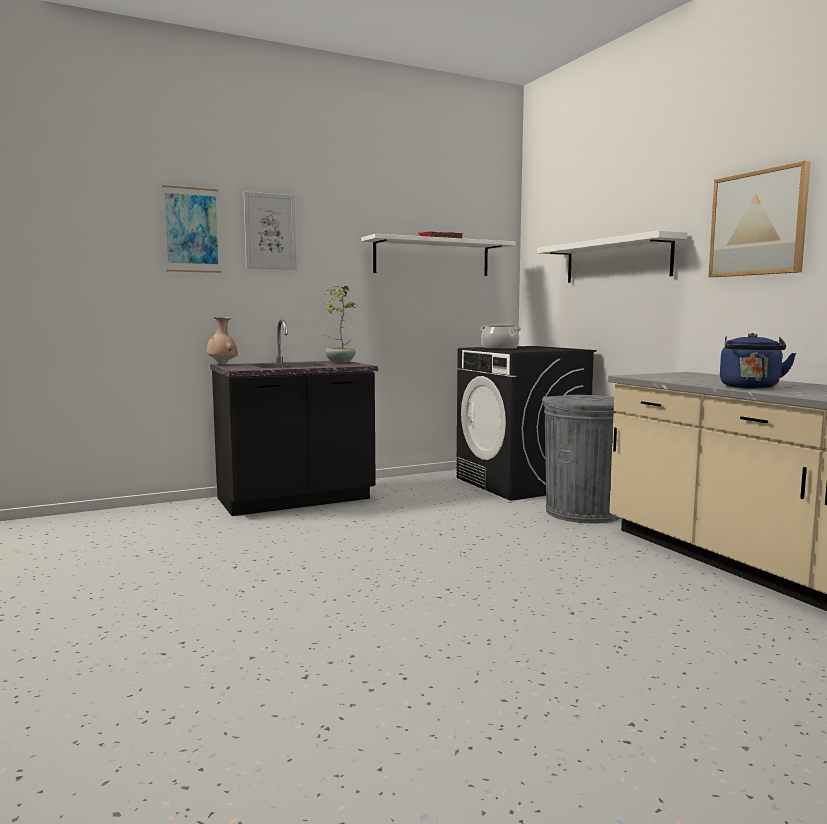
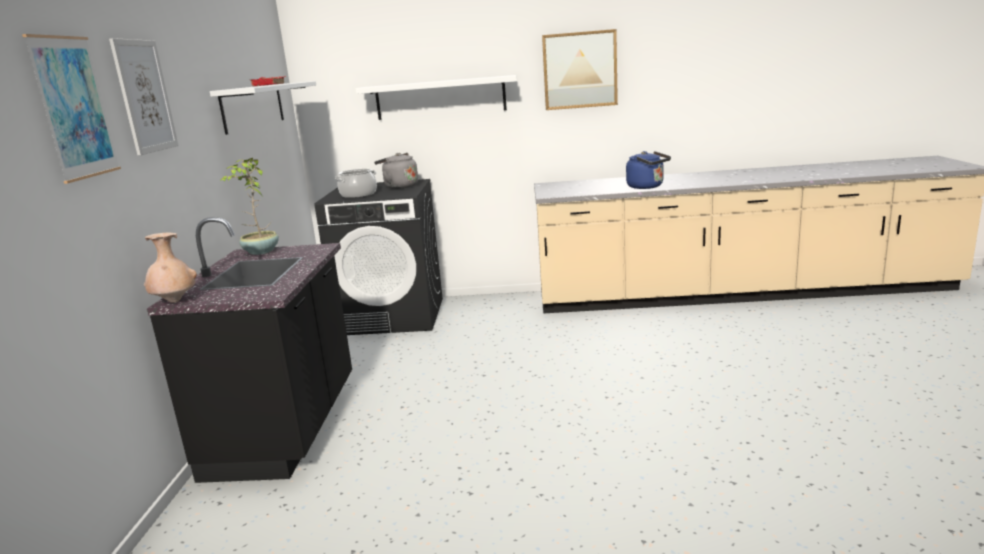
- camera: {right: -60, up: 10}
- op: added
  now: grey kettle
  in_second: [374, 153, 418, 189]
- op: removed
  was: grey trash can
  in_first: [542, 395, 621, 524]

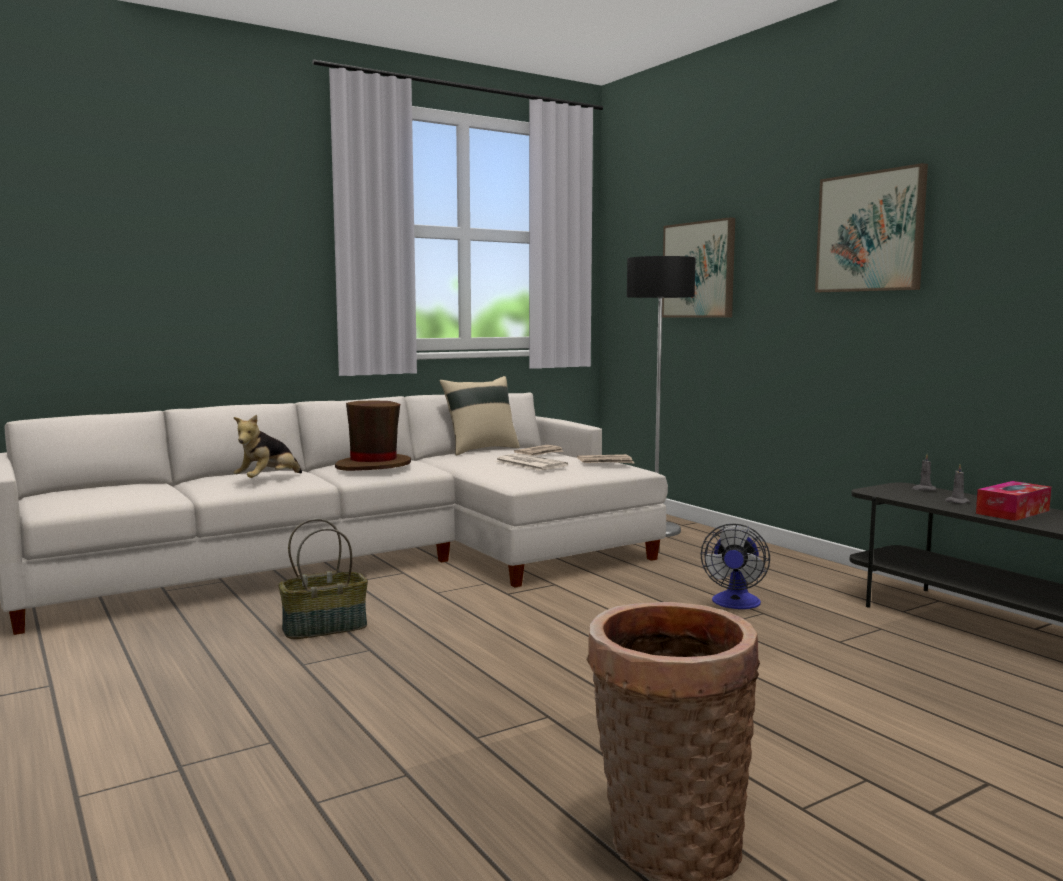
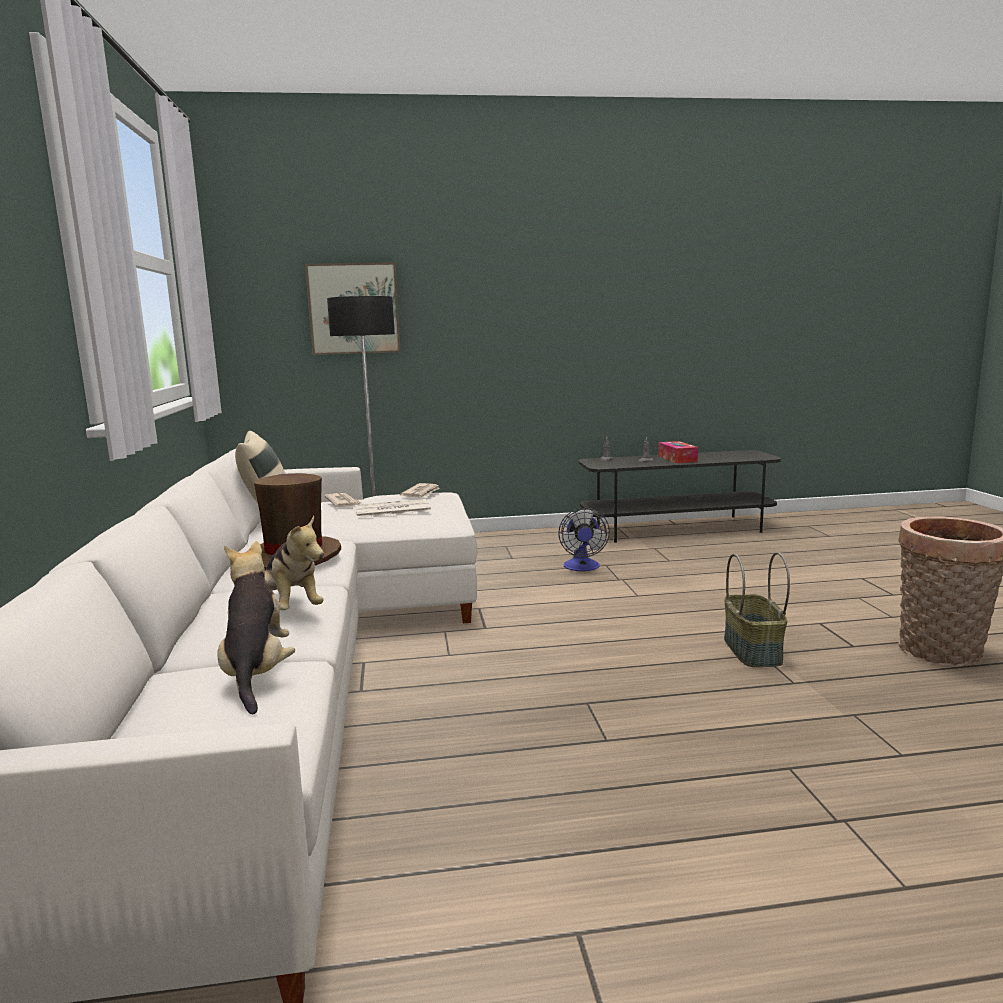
- camera: {right: -65, up: 5}
- op: added
  now: plush toy
  in_second: [218, 541, 295, 714]
- op: turned
  was: fan
  in_first: [701, 524, 770, 609]
  in_second: [558, 508, 610, 571]
  clockwise: 45
- op: moved
  was: basket
  in_first: [278, 518, 368, 639]
  in_second: [724, 552, 790, 667]
- op: removed
  was: picture
  in_first: [815, 163, 928, 292]

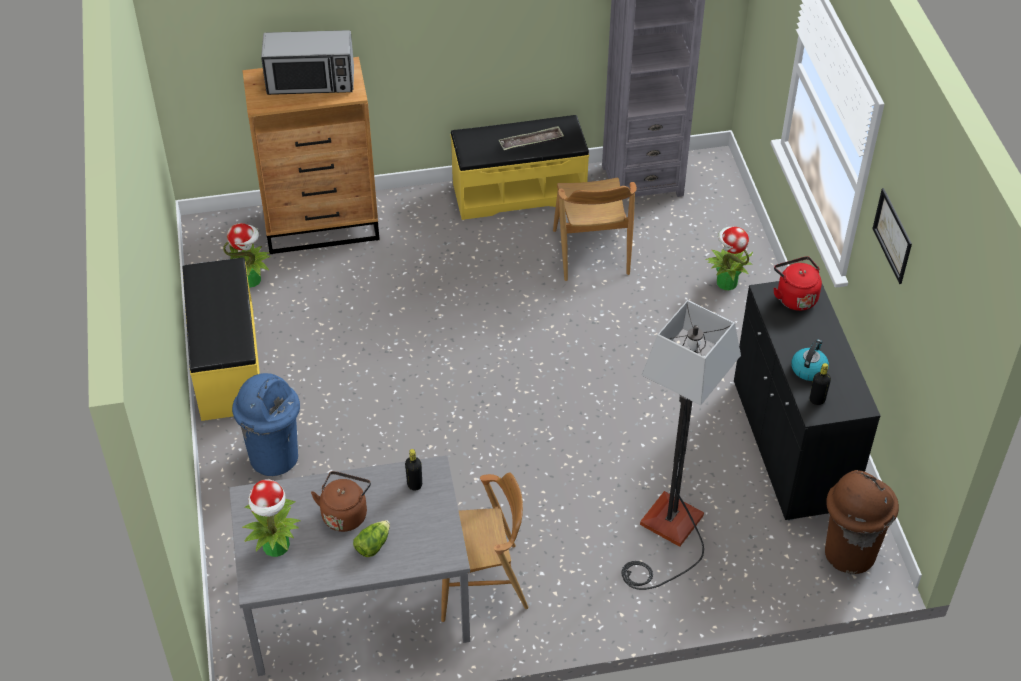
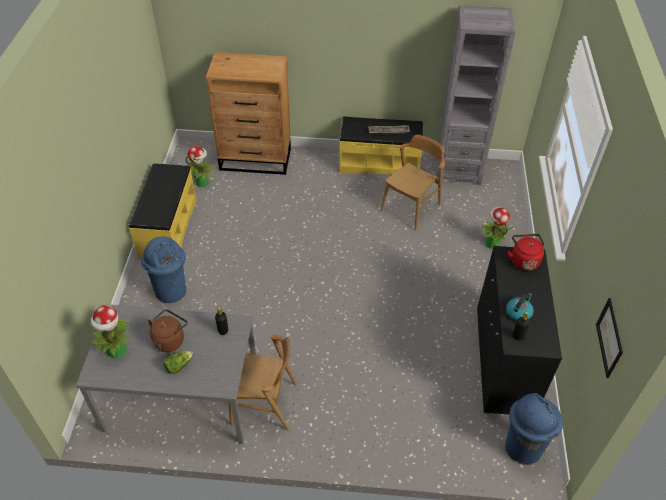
- camera: {right: 15, up: 0}
- op: turned
  was: brown chair
  in_first: [553, 178, 637, 281]
  in_second: [381, 135, 445, 230]
  clockwise: -150
- op: recoloured
  was: brown trash can
  now: blue trash can
  in_first: [825, 470, 899, 574]
  in_second: [505, 393, 563, 465]
- op: moved
  was: picture
  in_first: [872, 188, 912, 284]
  in_second: [596, 298, 623, 378]
- op: removed
  was: microwave
  in_first: [261, 30, 354, 95]
- op: removed
  was: floor lamp
  in_first: [622, 300, 741, 590]

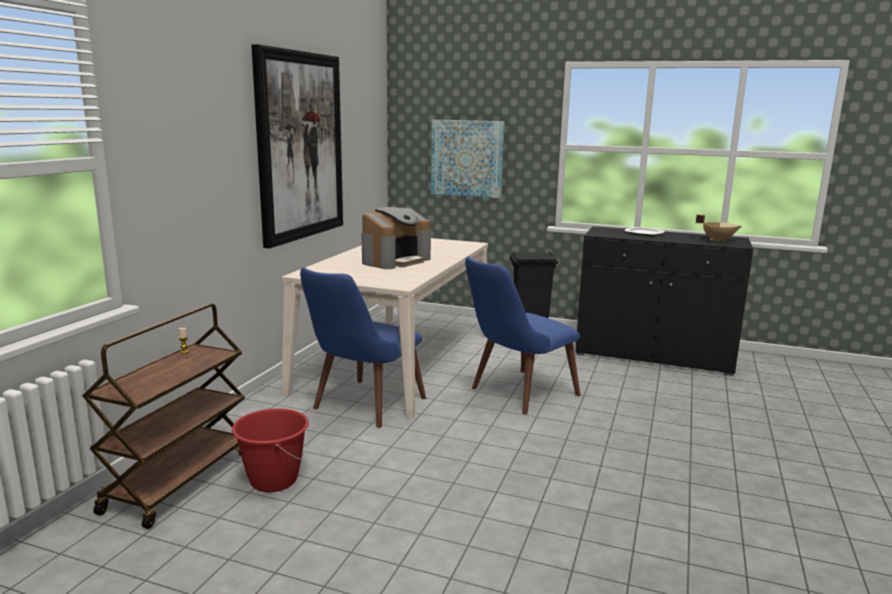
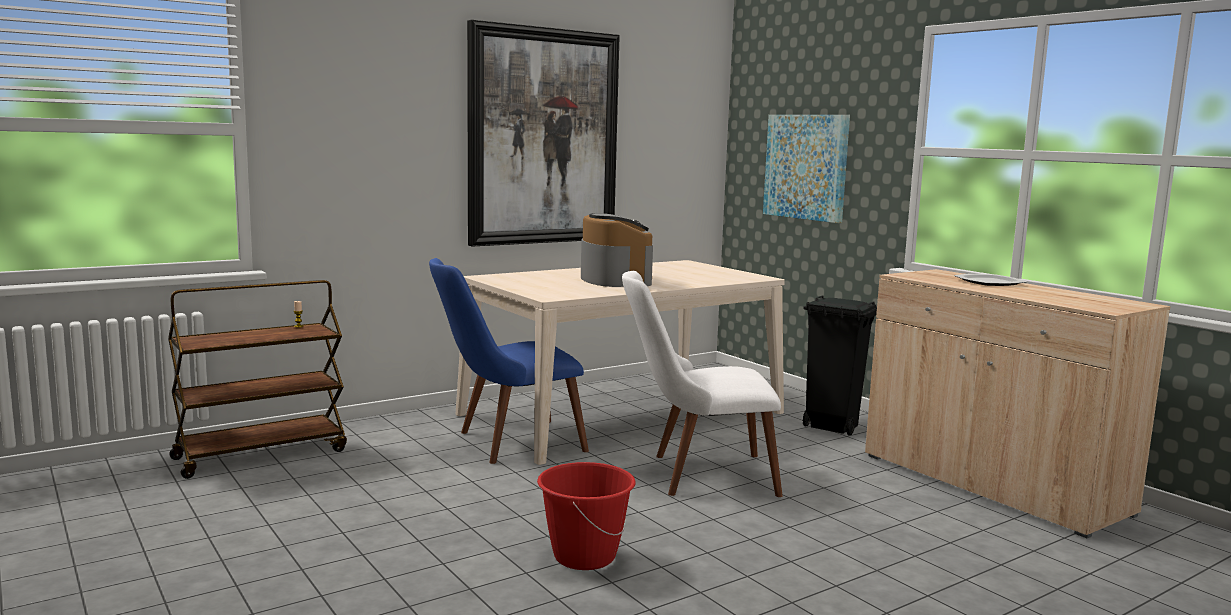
- camera: {right: 35, up: -5}
- op: moved
  was: red bucket
  in_first: [232, 408, 309, 492]
  in_second: [537, 462, 636, 570]
- op: turned
  was: coffee machine
  in_first: [362, 207, 431, 269]
  in_second: [581, 213, 653, 287]
  clockwise: -90
- op: recoloured
  was: blue chair
  now: white chair
  in_first: [465, 256, 581, 415]
  in_second: [622, 271, 783, 497]
- op: recoloured
  was: black cabinet
  now: beige cabinet
  in_first: [575, 226, 753, 376]
  in_second: [865, 269, 1170, 538]
- op: removed
  was: beige cooking pot
  in_first: [696, 215, 742, 242]

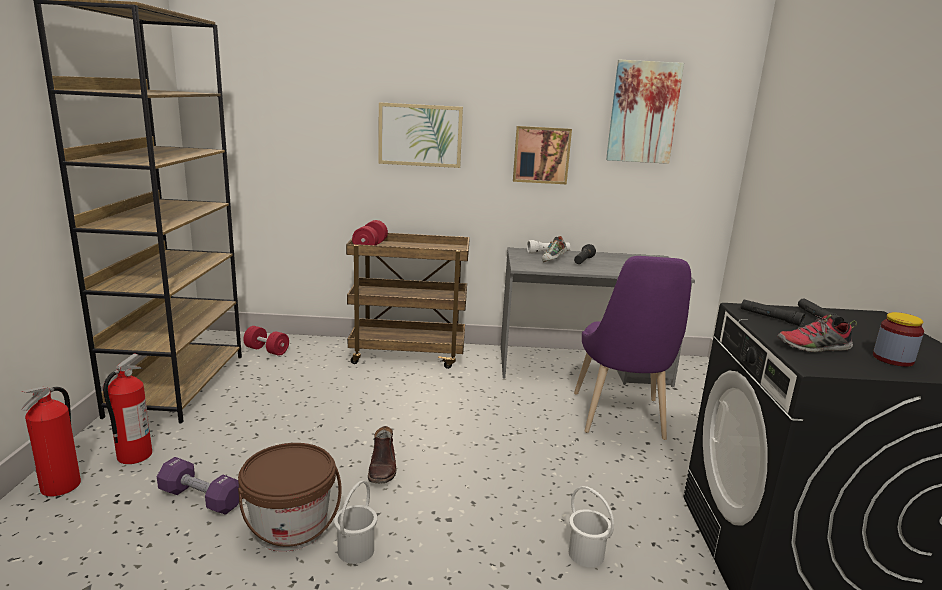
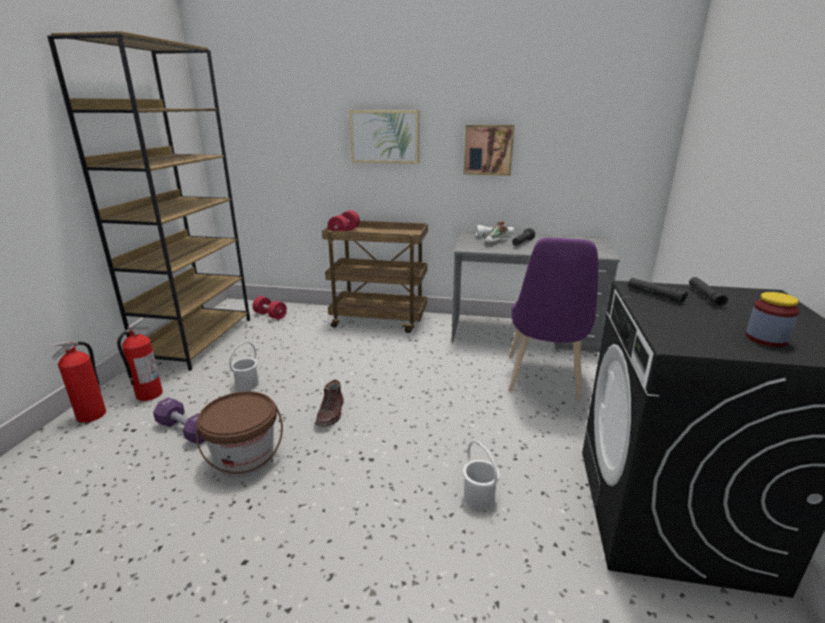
- camera: {right: 10, up: 5}
- op: moved
  was: white bucket
  in_first: [334, 480, 377, 564]
  in_second: [229, 342, 259, 391]
- op: removed
  was: picture
  in_first: [606, 59, 684, 164]
- op: removed
  was: shoe
  in_first: [777, 315, 857, 353]

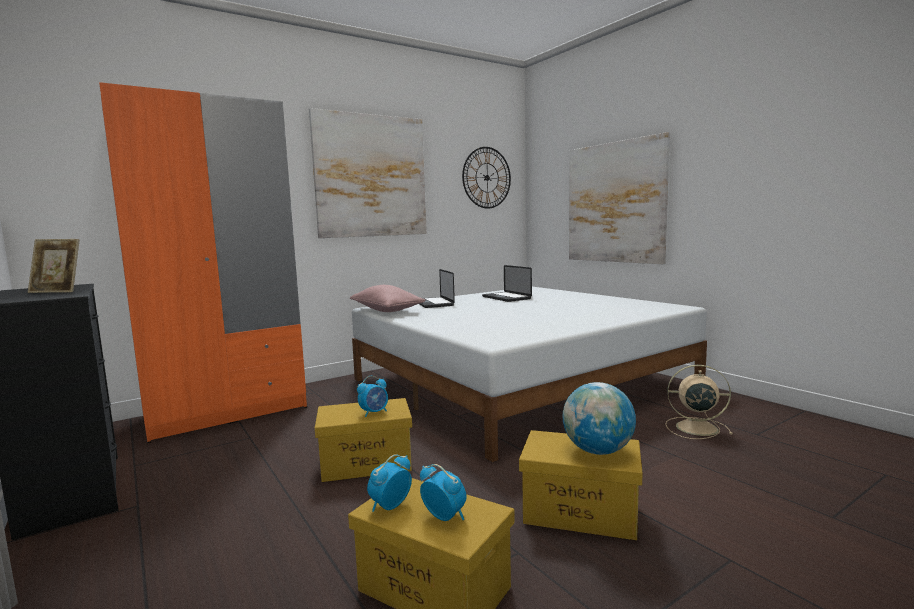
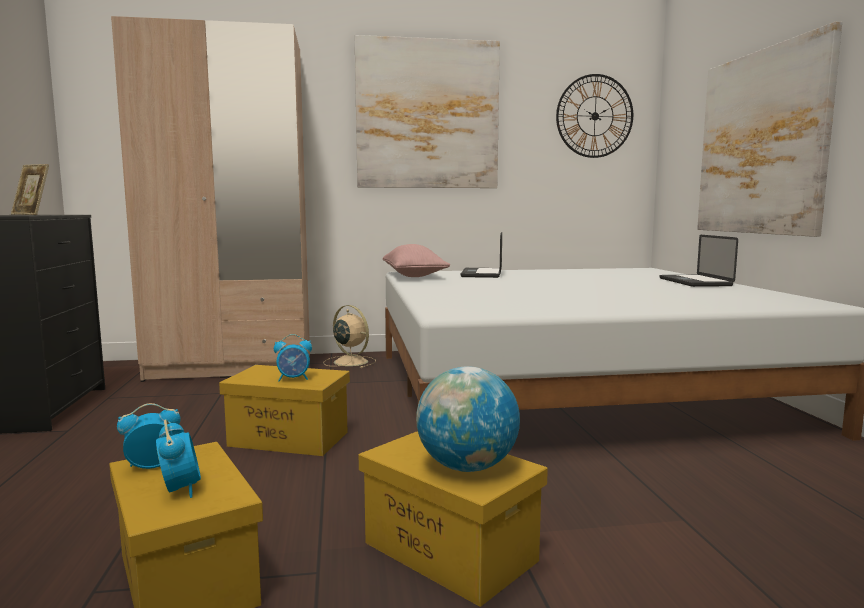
- camera: {right: 25, up: 0}
- op: recoloured
  was: orange wardrobe
  now: beige wardrobe
  in_first: [99, 82, 307, 443]
  in_second: [111, 16, 310, 382]
- op: moved
  was: beige fan
  in_first: [665, 365, 733, 439]
  in_second: [324, 305, 376, 368]
- op: moved
  was: laptop
  in_first: [482, 265, 532, 302]
  in_second: [659, 235, 738, 287]

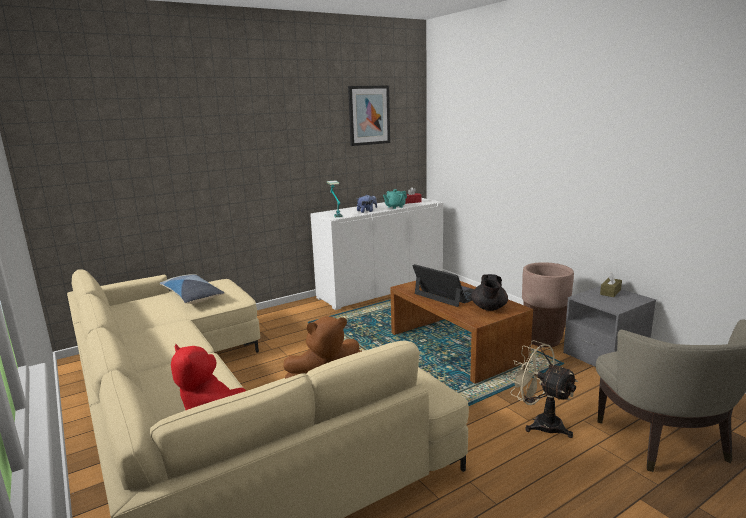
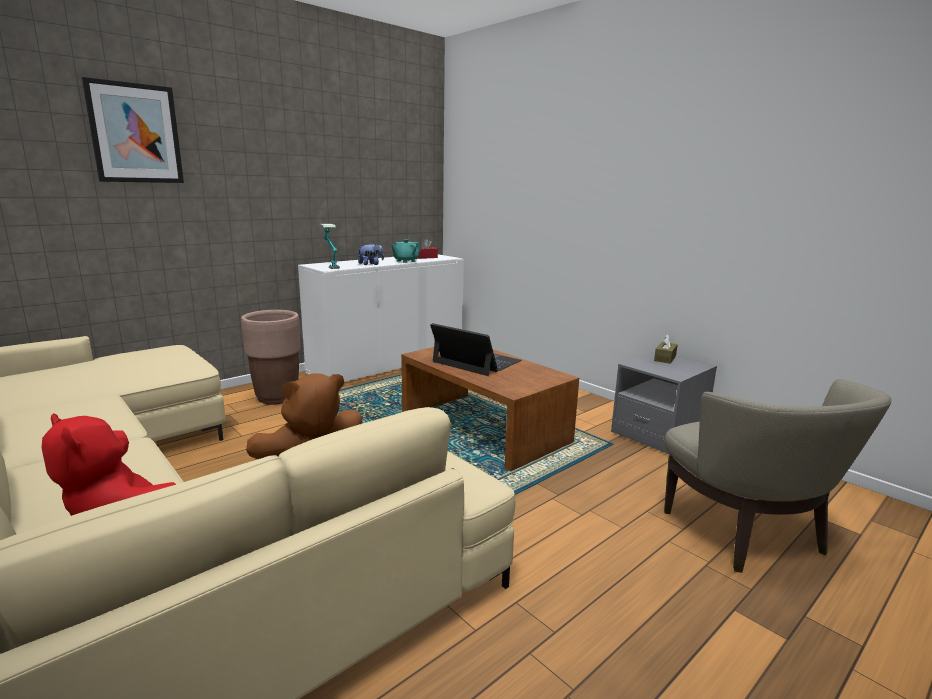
- camera: {right: -10, up: 0}
- op: moved
  was: picture
  in_first: [348, 85, 390, 146]
  in_second: [82, 77, 184, 183]
- op: moved
  was: brown planter
  in_first: [522, 262, 574, 347]
  in_second: [241, 310, 301, 405]
- op: removed
  was: pillow
  in_first: [160, 274, 225, 304]
- op: removed
  was: black teapot
  in_first: [471, 274, 508, 311]
- op: removed
  was: beige fan
  in_first: [509, 340, 578, 438]

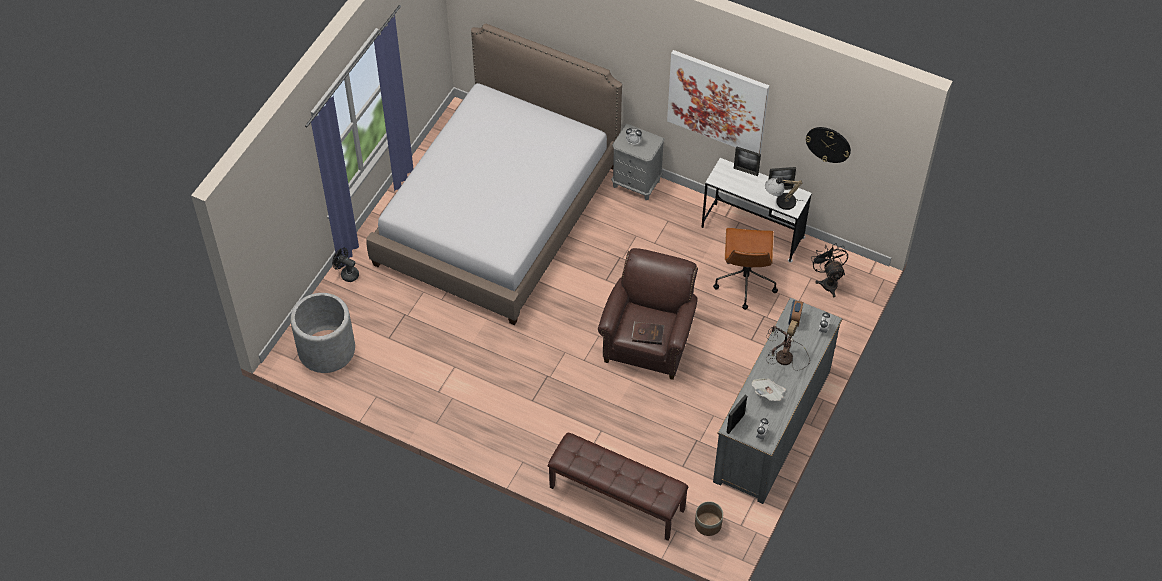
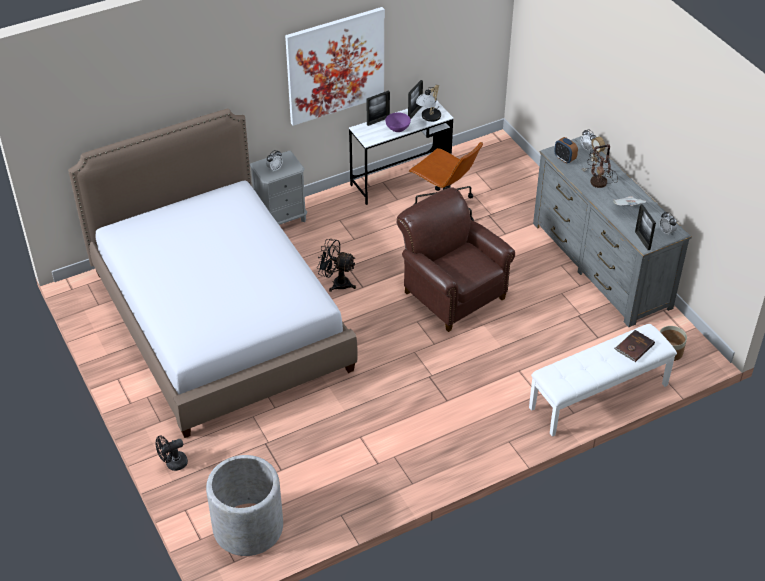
- camera: {right: -55, up: -10}
- op: moved
  was: black fan
  in_first: [811, 243, 848, 297]
  in_second: [317, 239, 356, 292]
- op: added
  now: purple bowl
  in_second: [385, 112, 411, 132]
- op: recoloured
  was: brown bench
  now: white bench
  in_first: [548, 433, 688, 541]
  in_second: [529, 324, 677, 437]
- op: moved
  was: brown book
  in_first: [631, 322, 665, 345]
  in_second: [614, 330, 655, 362]
- op: removed
  was: wall clock
  in_first: [806, 127, 851, 163]

